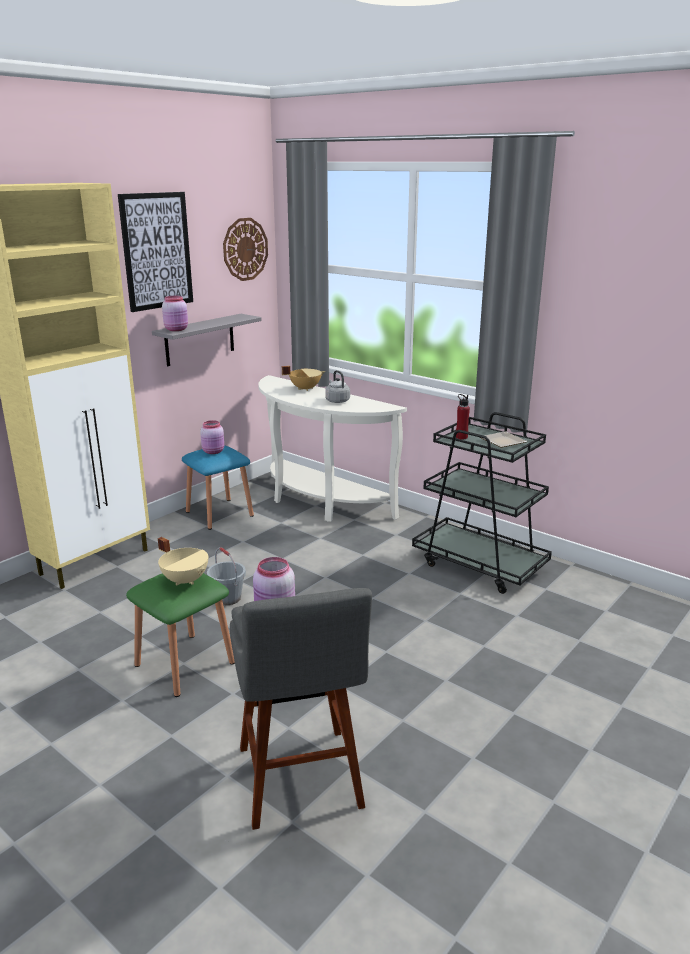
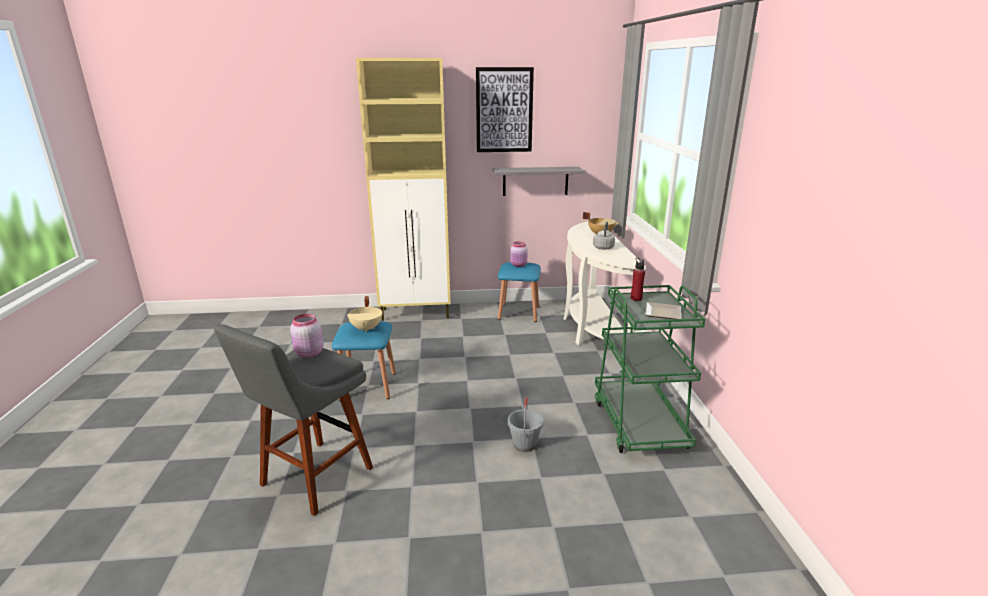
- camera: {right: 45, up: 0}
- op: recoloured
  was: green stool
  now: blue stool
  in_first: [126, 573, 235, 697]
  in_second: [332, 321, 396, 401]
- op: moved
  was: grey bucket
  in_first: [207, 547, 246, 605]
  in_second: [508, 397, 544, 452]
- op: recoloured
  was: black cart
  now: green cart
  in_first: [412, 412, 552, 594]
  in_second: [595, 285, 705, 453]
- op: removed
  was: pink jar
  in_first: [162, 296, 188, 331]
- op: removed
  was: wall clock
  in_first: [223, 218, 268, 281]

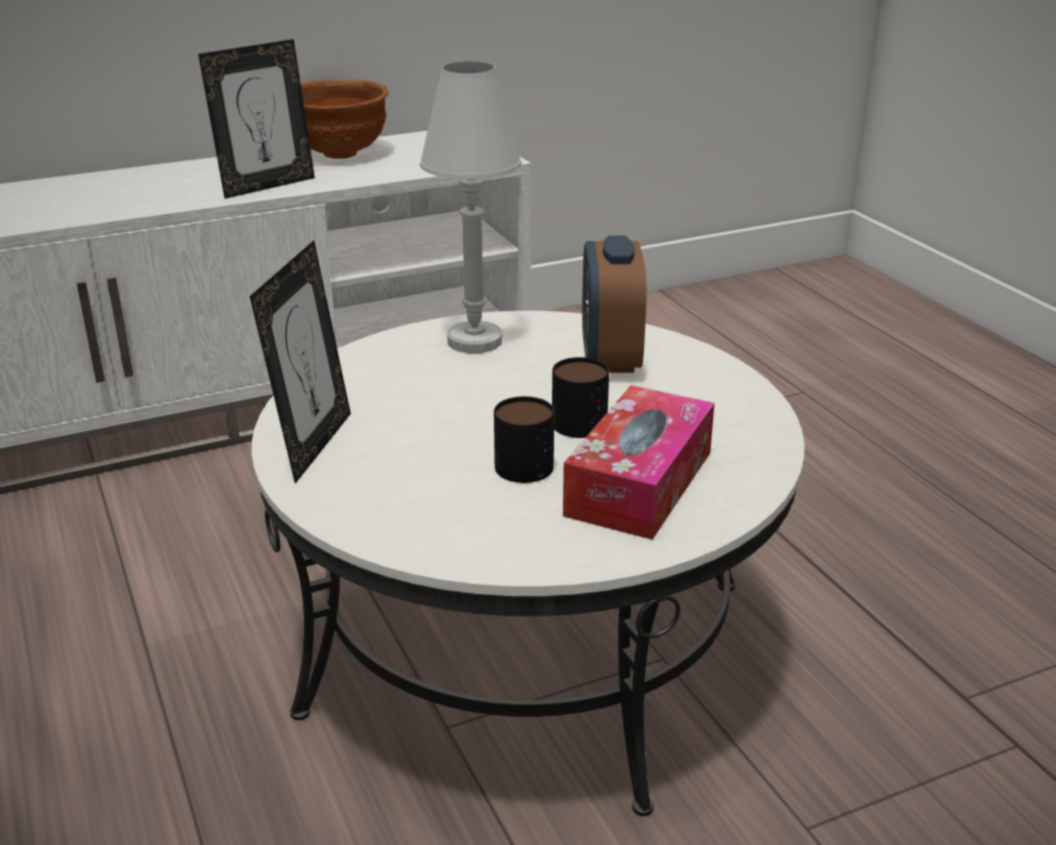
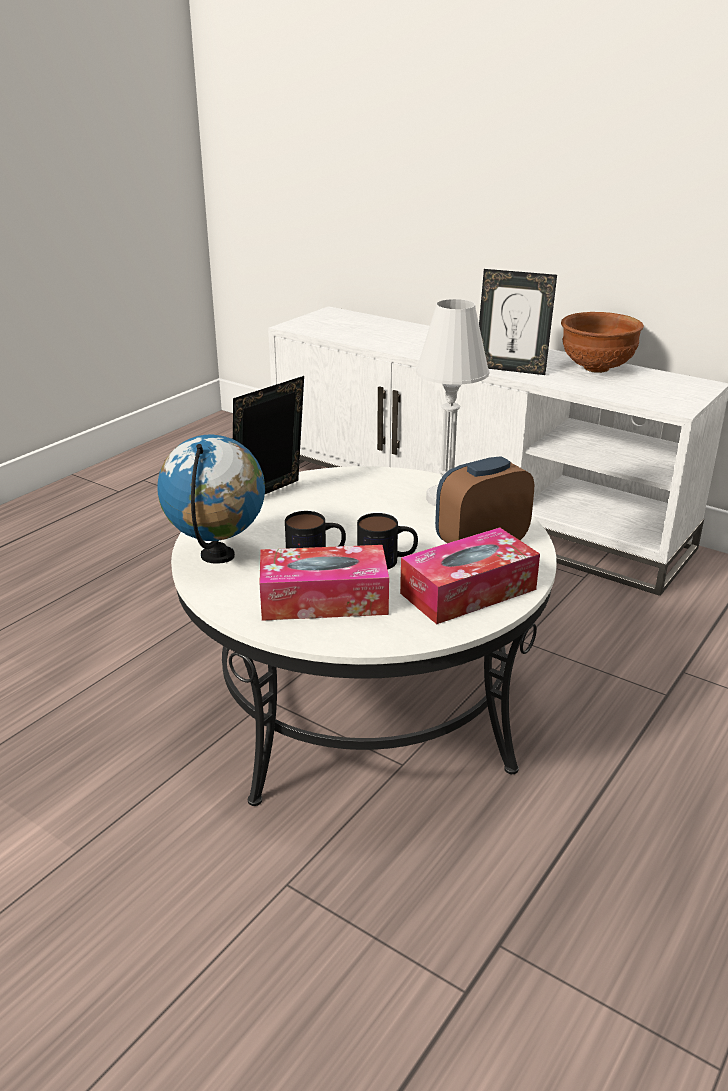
- camera: {right: 60, up: 0}
- op: added
  now: globe
  in_second: [157, 435, 265, 564]
- op: turned
  was: picture frame
  in_first: [250, 240, 351, 484]
  in_second: [233, 376, 304, 494]
  clockwise: 150
- op: added
  now: tissue box
  in_second: [400, 527, 540, 624]

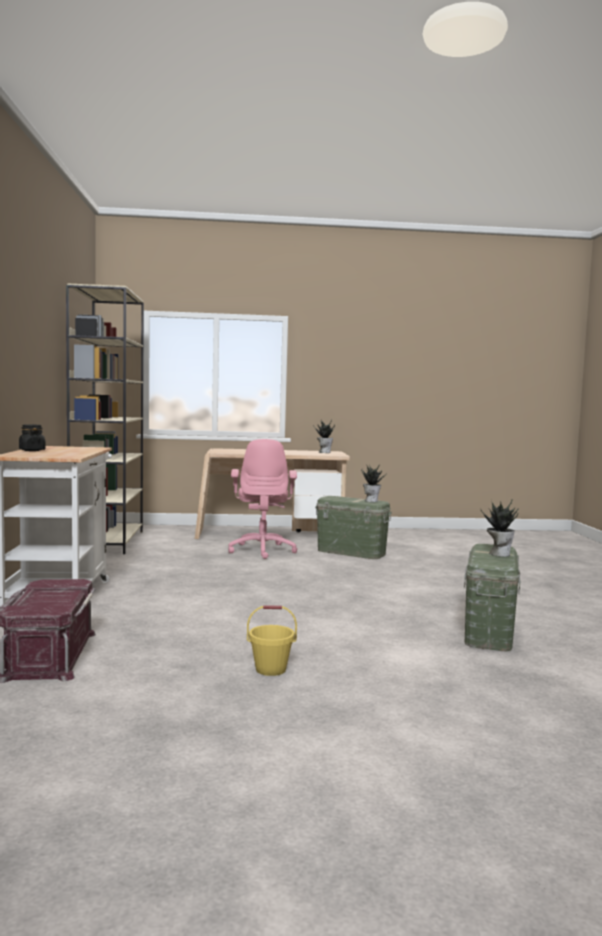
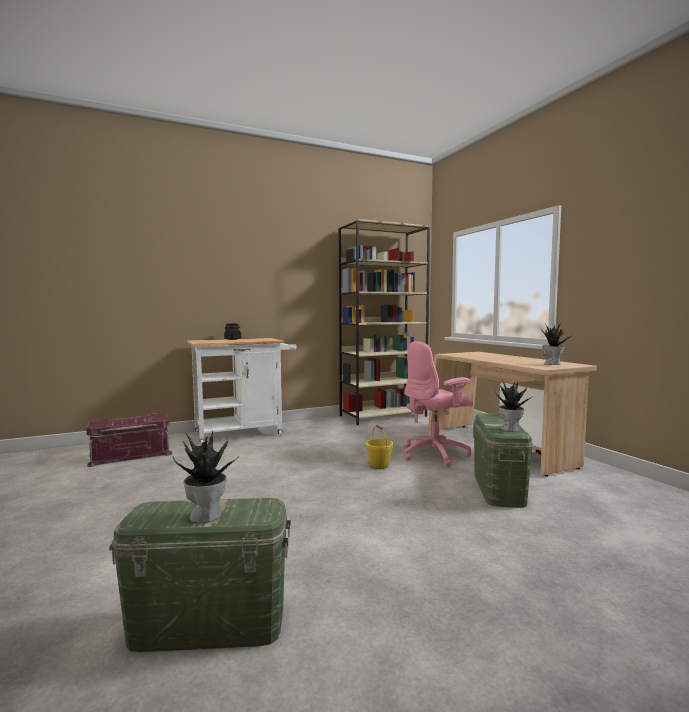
- camera: {right: 70, up: 0}
- op: moved
  was: yellow bucket
  in_first: [247, 605, 297, 676]
  in_second: [365, 425, 393, 469]

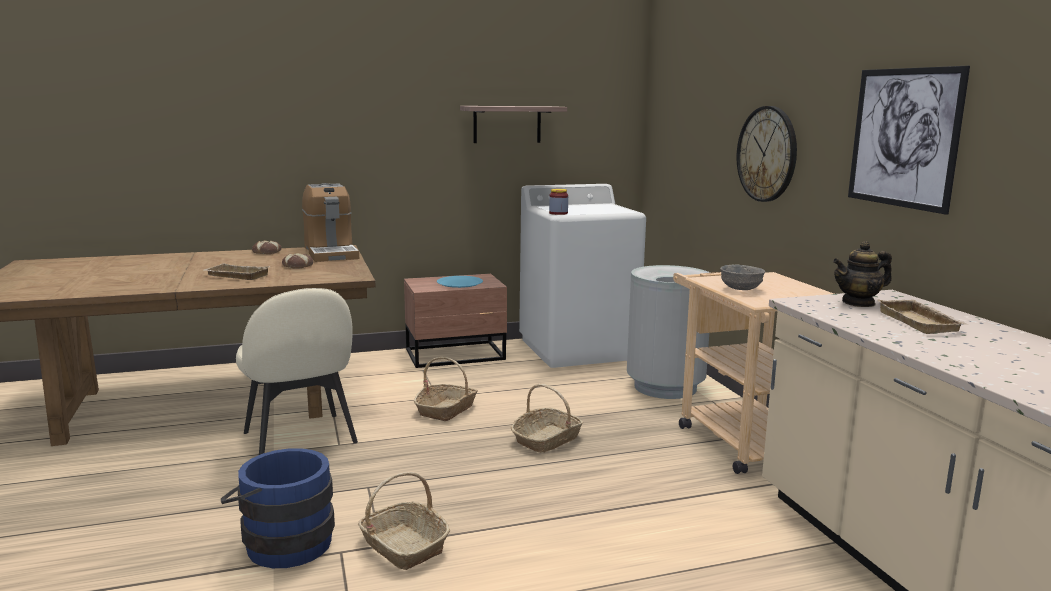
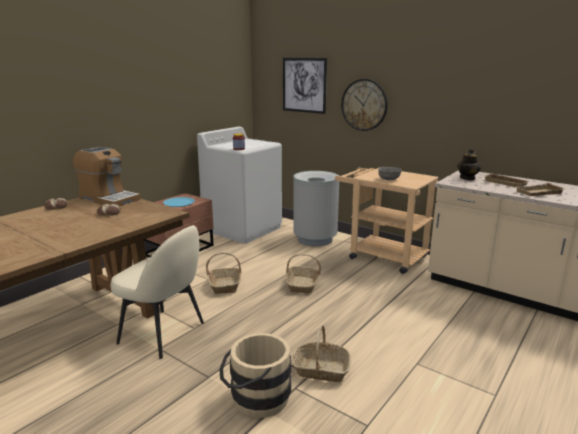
- camera: {right: -35, up: 5}
- op: recoloured
  was: blue bucket
  now: beige bucket
  in_first: [221, 448, 335, 568]
  in_second: [219, 333, 291, 418]
- op: moved
  was: picture
  in_first: [848, 66, 970, 215]
  in_second: [283, 58, 327, 114]
- op: moved
  was: beige tray
  in_first: [204, 263, 270, 280]
  in_second: [517, 183, 565, 196]
- op: removed
  was: shelf
  in_first: [460, 106, 567, 143]

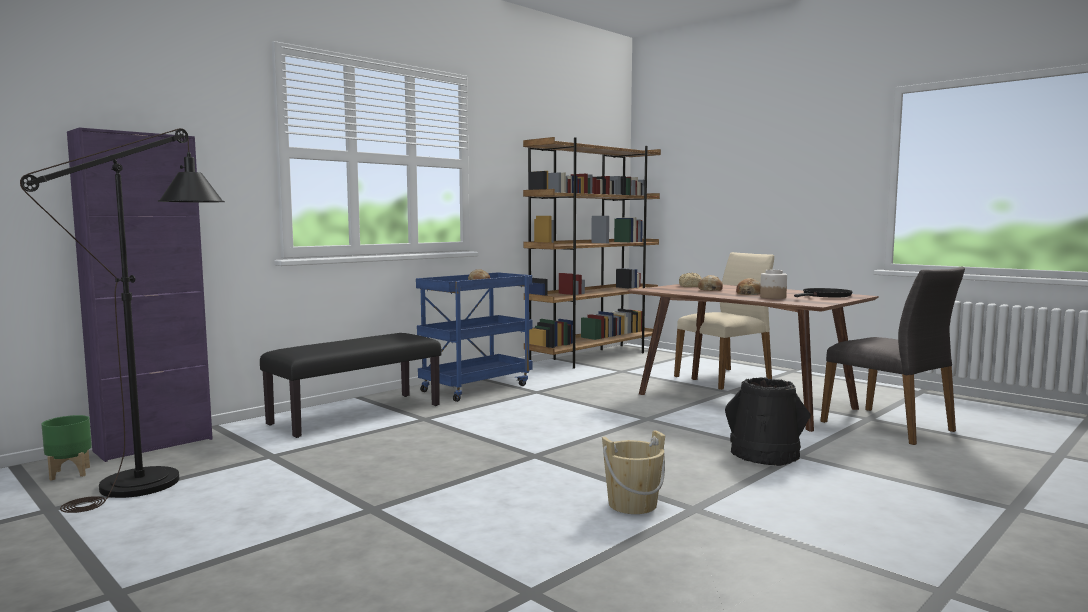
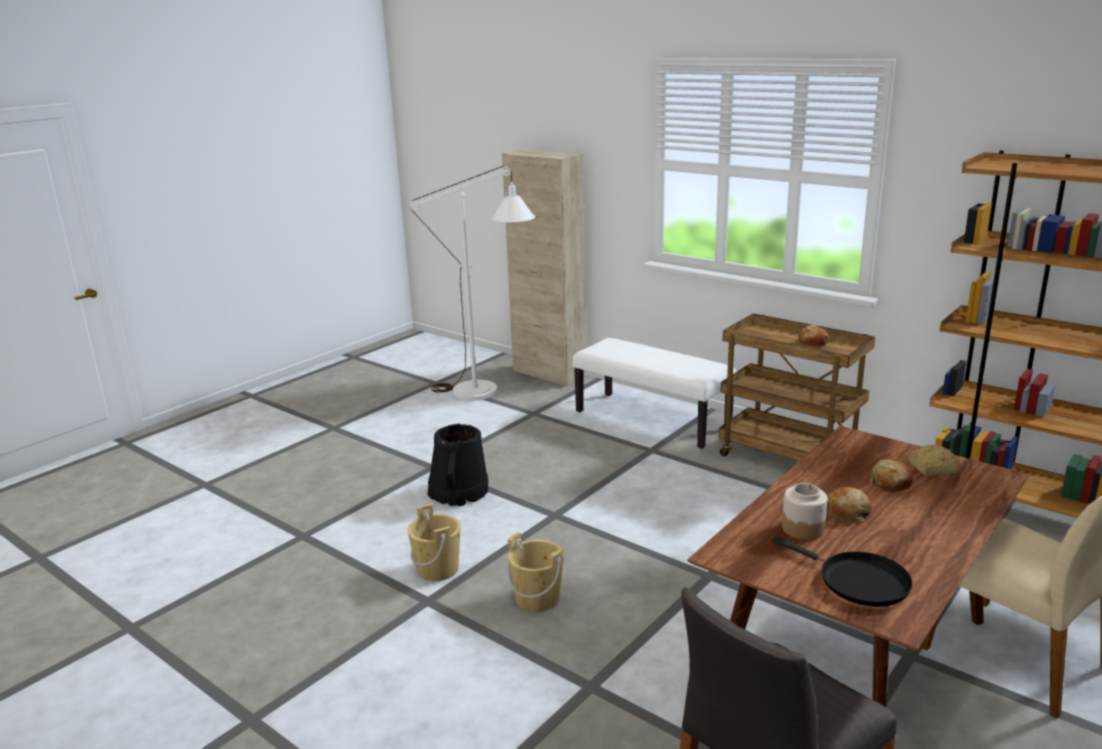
- camera: {right: 85, up: 15}
- op: recoloured
  was: black floor lamp
  now: white floor lamp
  in_first: [20, 128, 225, 513]
  in_second: [409, 165, 535, 401]
- op: moved
  was: black bucket
  in_first: [725, 377, 811, 466]
  in_second: [428, 424, 488, 506]
- op: recoloured
  was: purple cabinet
  now: beige cabinet
  in_first: [67, 127, 213, 462]
  in_second: [502, 149, 586, 386]
- op: added
  now: beige bucket
  in_second: [508, 532, 564, 612]
- op: recoloured
  was: black bench
  now: white bench
  in_first: [260, 333, 442, 438]
  in_second: [572, 338, 737, 449]
- op: recoloured
  was: blue cart
  now: brown cart
  in_first: [416, 272, 533, 402]
  in_second: [719, 314, 875, 461]
- op: removed
  was: green planter
  in_first: [41, 415, 92, 481]

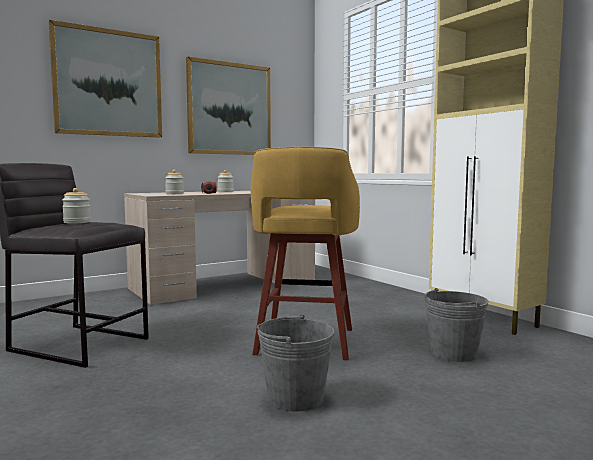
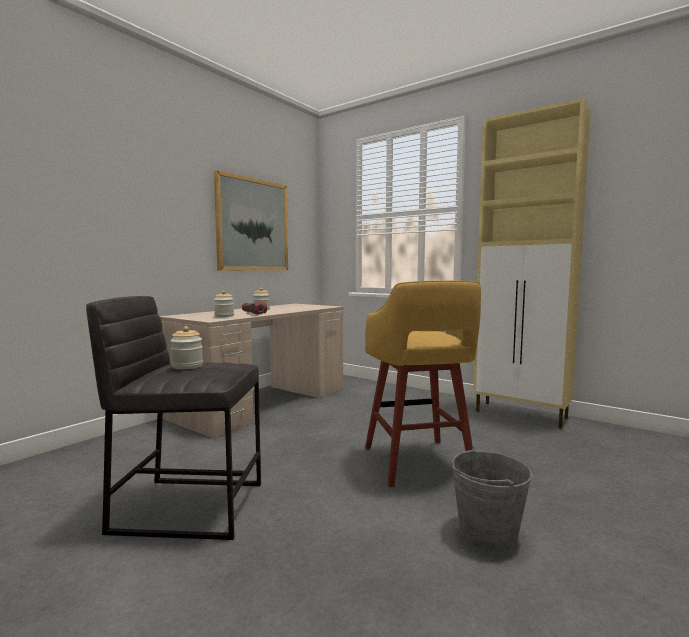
- camera: {right: -20, up: 0}
- op: removed
  was: picture
  in_first: [49, 20, 162, 138]
- op: removed
  was: grey bucket
  in_first: [424, 288, 489, 362]

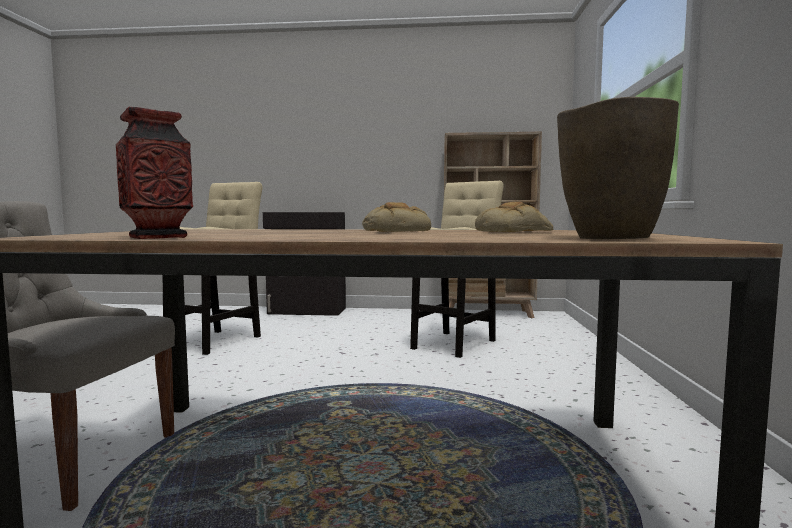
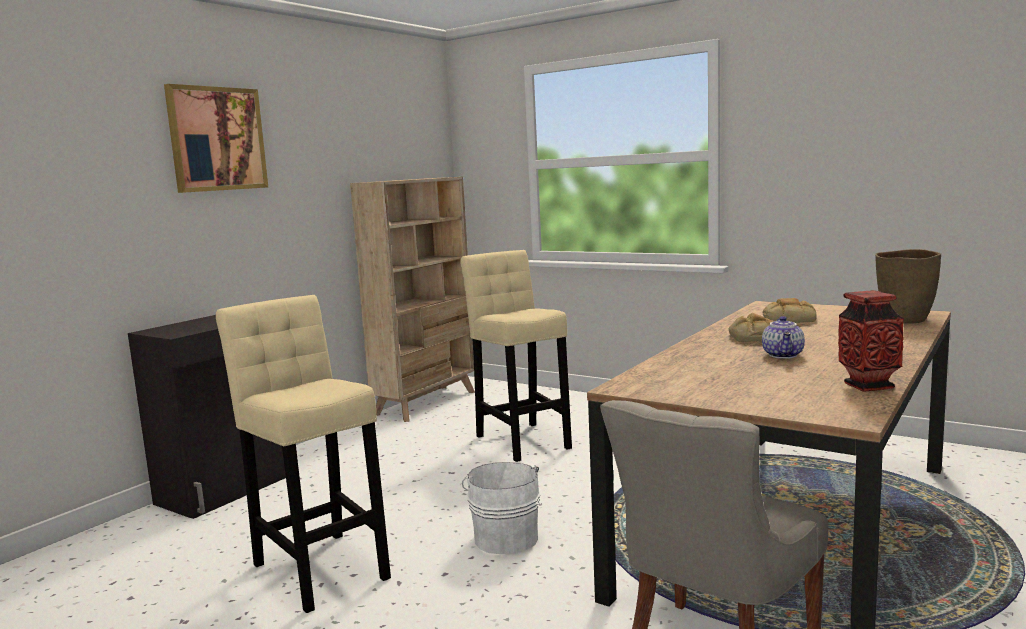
- camera: {right: -60, up: 5}
- op: added
  now: picture
  in_second: [164, 84, 268, 193]
- op: added
  now: white bucket
  in_second: [462, 462, 540, 554]
- op: added
  now: teapot
  in_second: [762, 316, 805, 359]

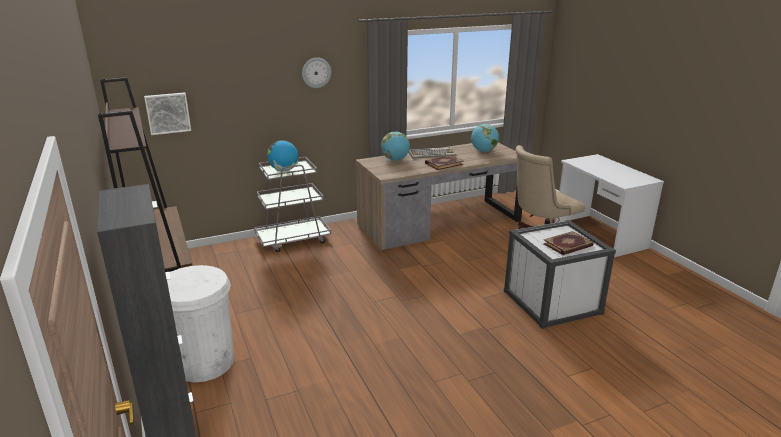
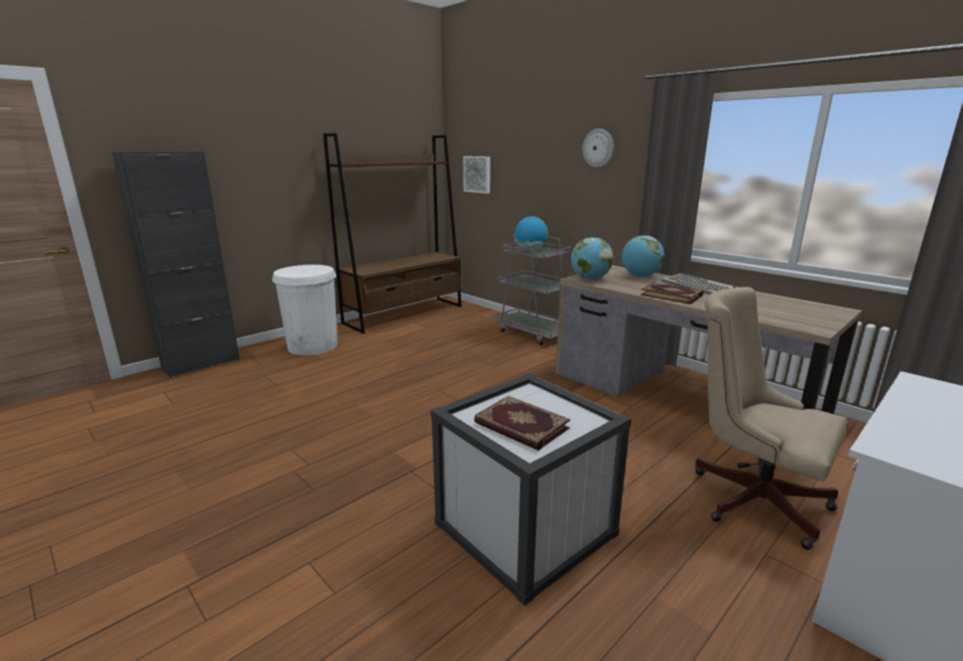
- camera: {right: 70, up: -5}
- op: moved
  was: globe
  in_first: [471, 124, 499, 152]
  in_second: [571, 237, 613, 280]

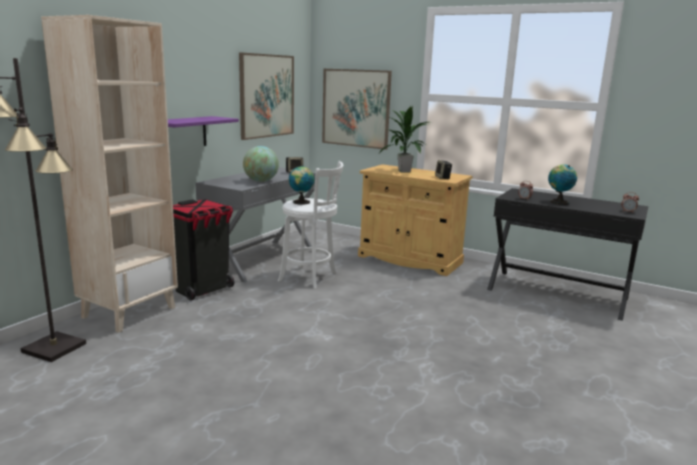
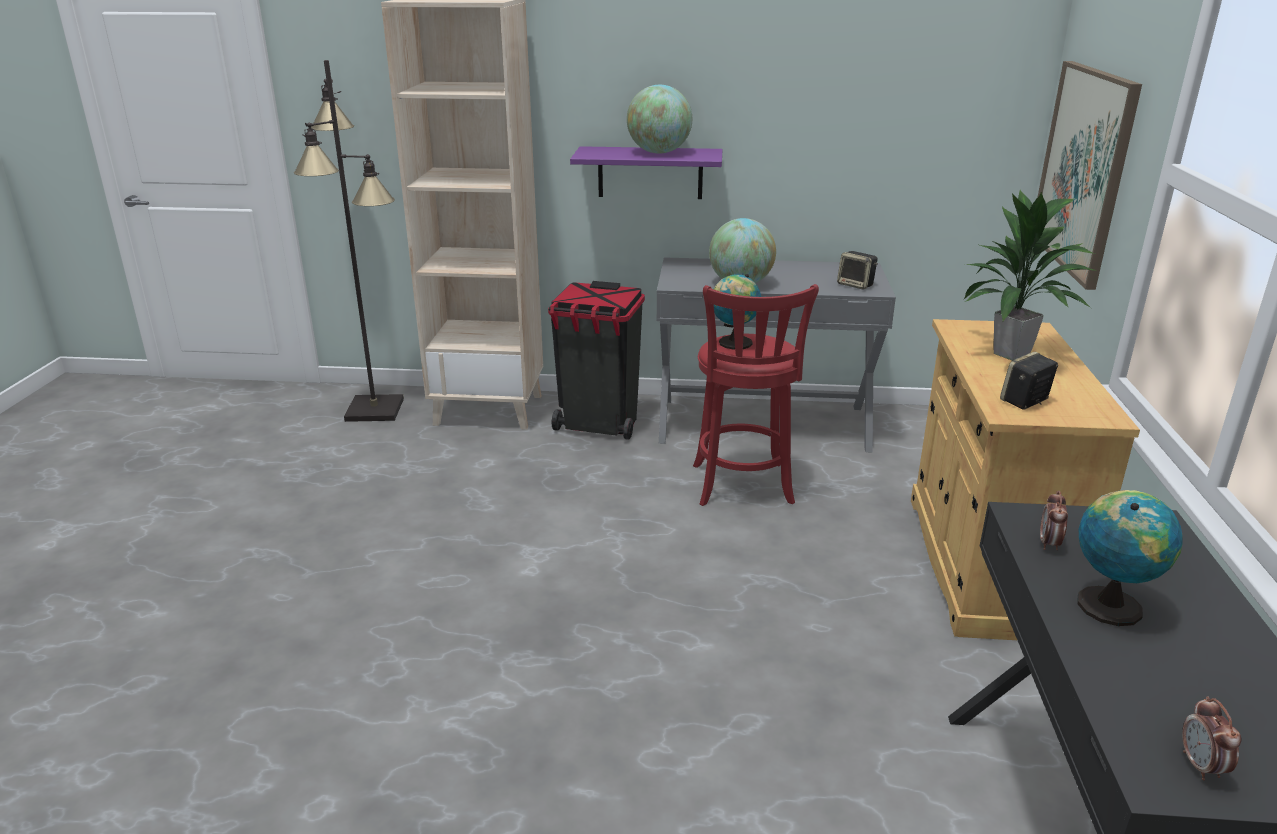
- camera: {right: 65, up: 10}
- op: added
  now: globe
  in_second: [627, 85, 692, 154]
- op: recoloured
  was: white stool
  now: red stool
  in_first: [278, 161, 343, 289]
  in_second: [693, 284, 819, 506]
- op: removed
  was: picture
  in_first: [239, 52, 294, 140]

